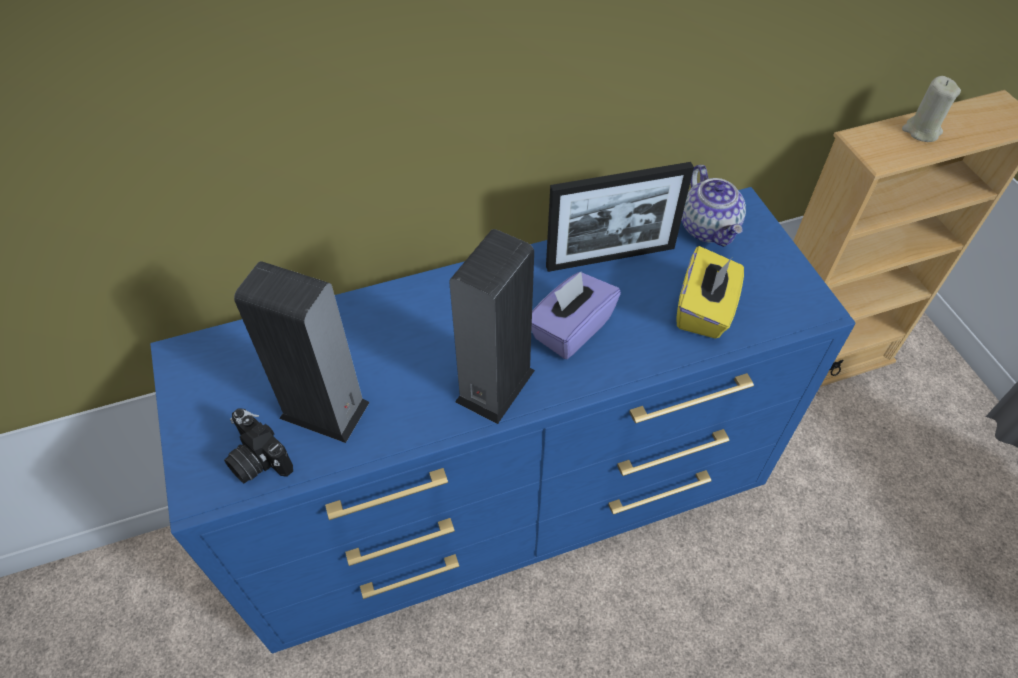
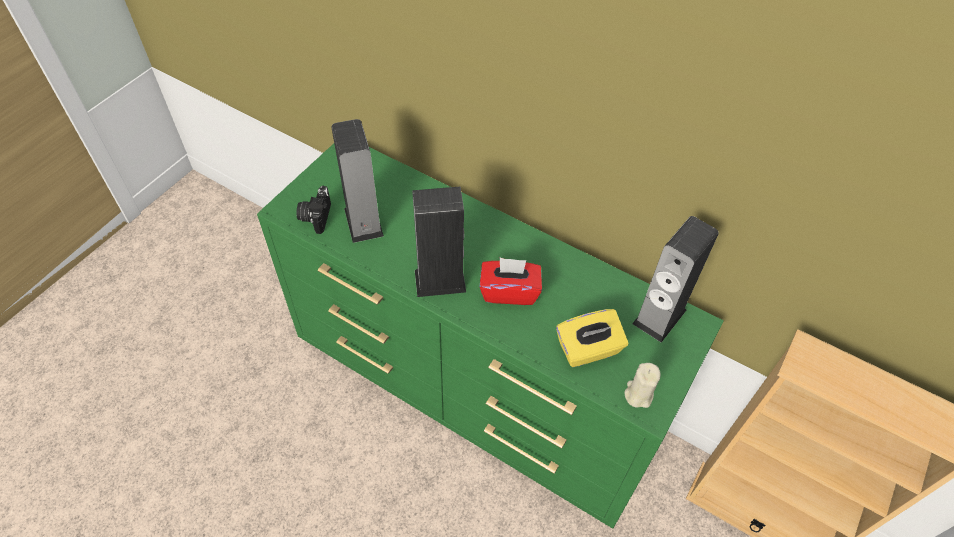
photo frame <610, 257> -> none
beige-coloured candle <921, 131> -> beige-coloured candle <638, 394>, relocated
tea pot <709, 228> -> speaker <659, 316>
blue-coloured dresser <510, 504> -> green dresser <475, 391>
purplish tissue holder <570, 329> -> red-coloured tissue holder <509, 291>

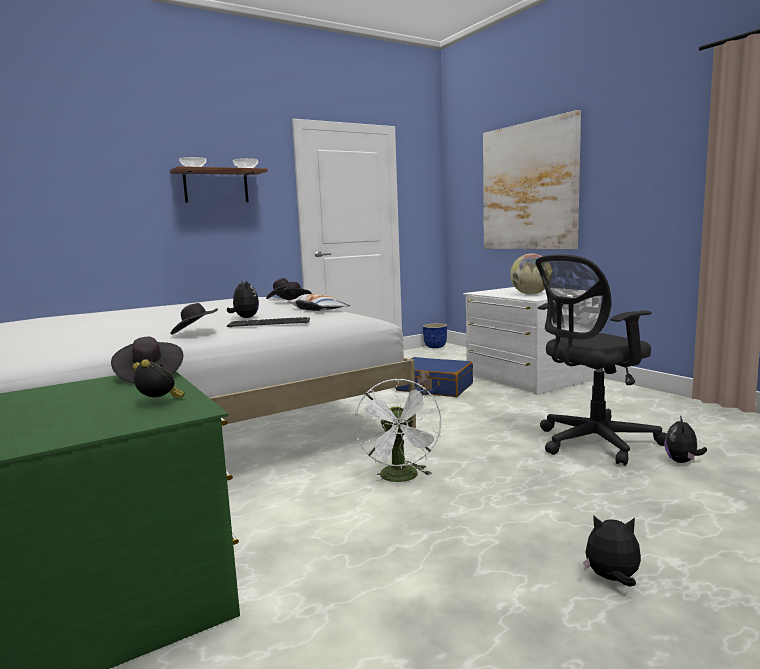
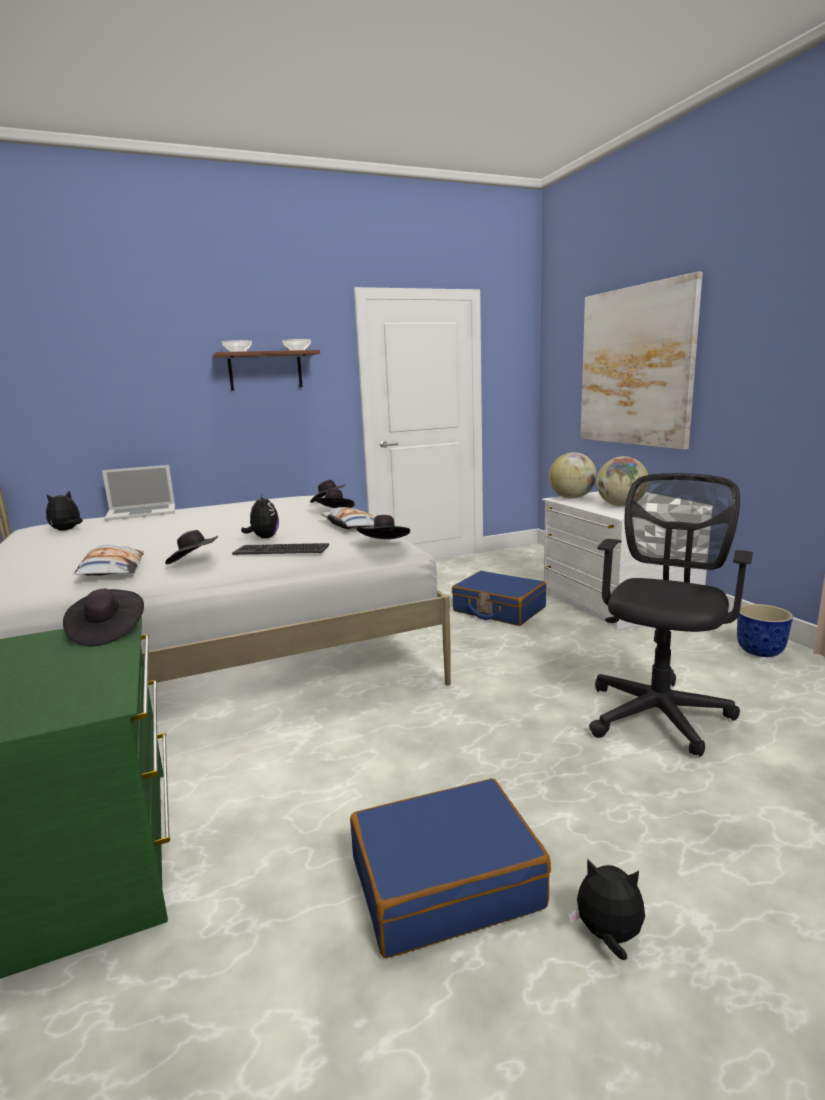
alarm clock <159, 403> -> none
white-coloured electric fan <401, 478> -> none
none -> throw pillow <111, 569>
none -> notebook computer <141, 512>
none -> blue-coloured piece of luggage <445, 882>
none -> black clothing hat <384, 545>
none -> globe <572, 498>
planter <435, 347> -> planter <761, 652>, relocated
soft toy <682, 461> -> soft toy <67, 530>, relocated
black desk chair <592, 443> -> black desk chair <659, 712>, 135 degrees clockwise

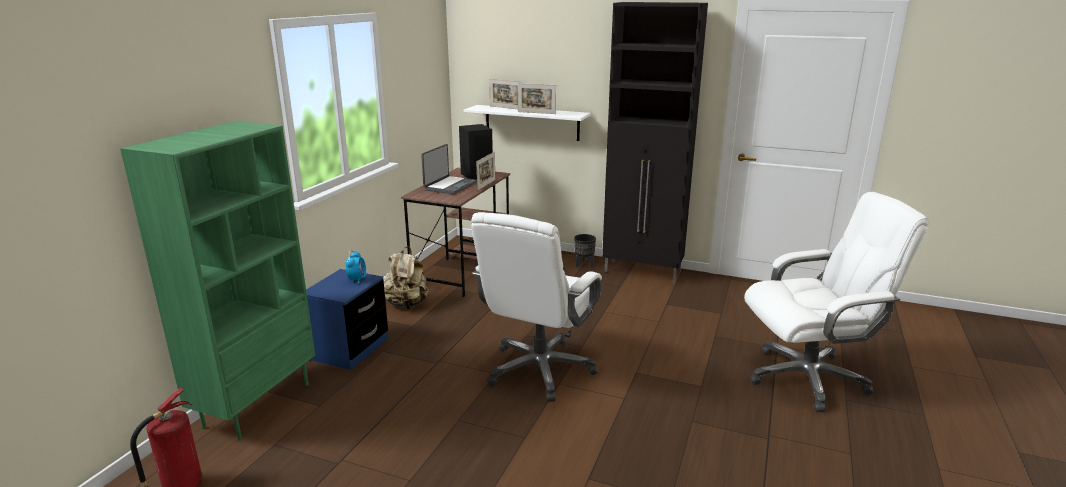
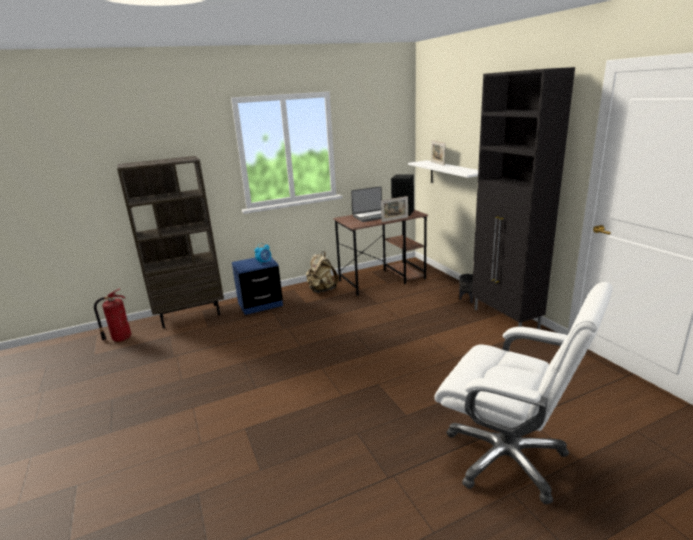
white-coloured desk chair <540, 370> -> none
photo frame <536, 113> -> none
green bookcase <257, 404> -> brown-coloured bookcase <191, 315>

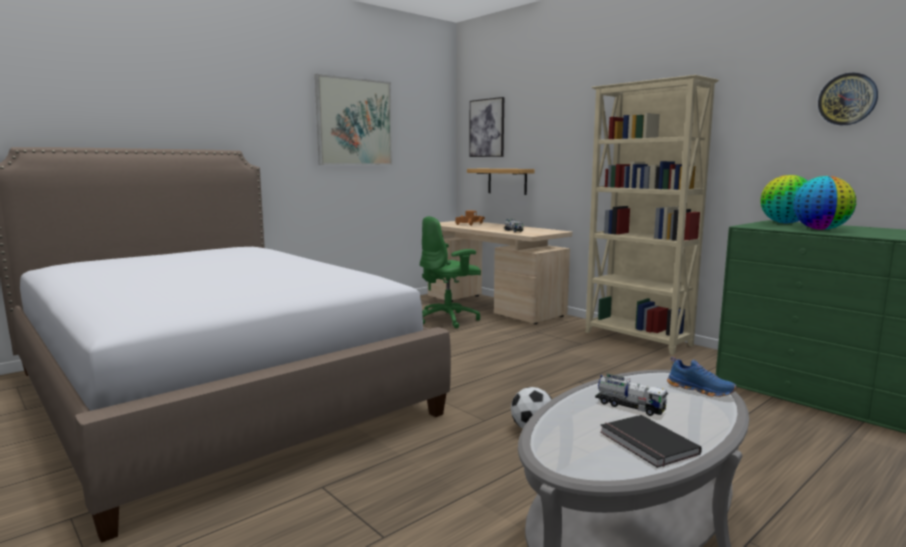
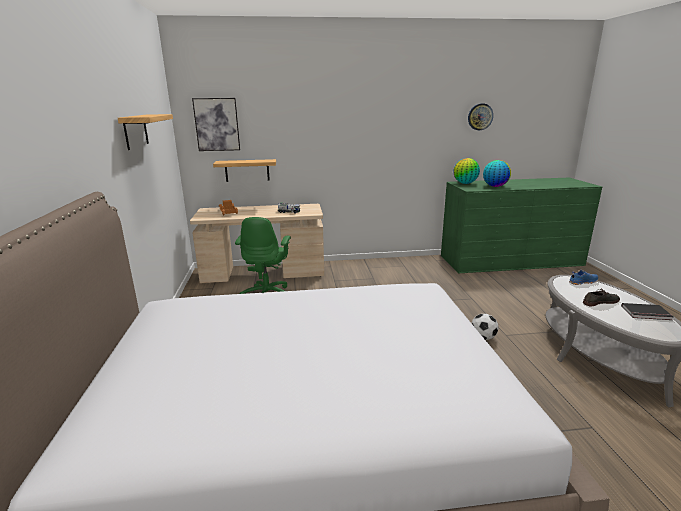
beige-coloured bookcase <637, 339> -> none
picture <354, 122> -> bracket shelf <135, 131>
toy truck <629, 407> -> grey shoe <600, 302>

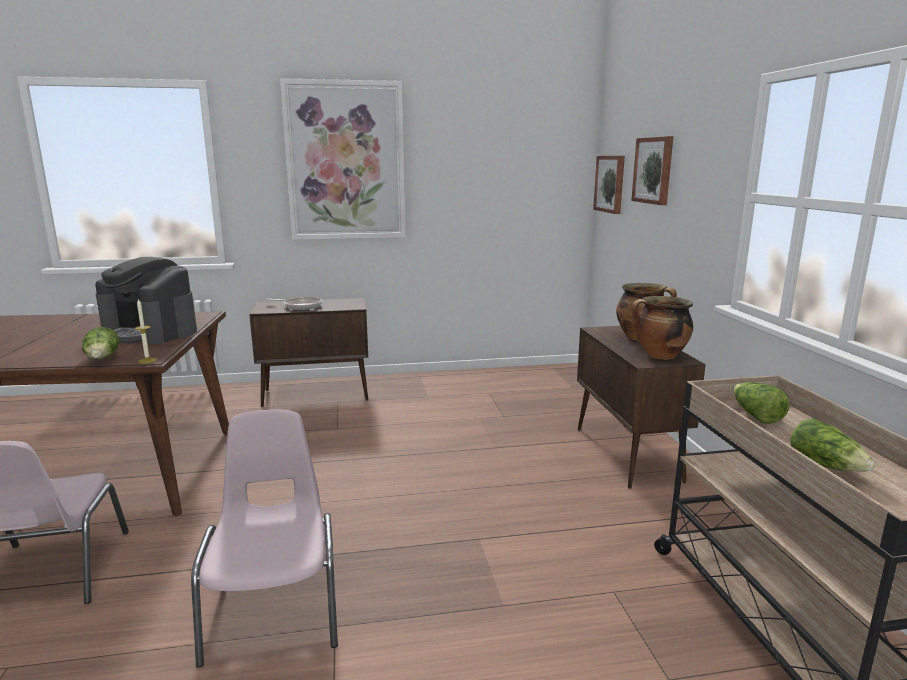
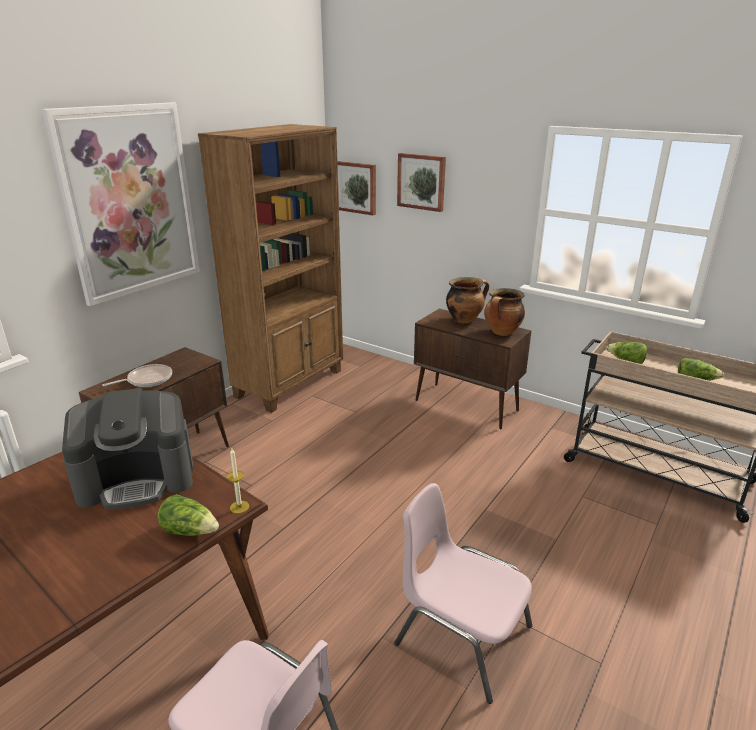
none -> brown-coloured bookcase <290, 383>

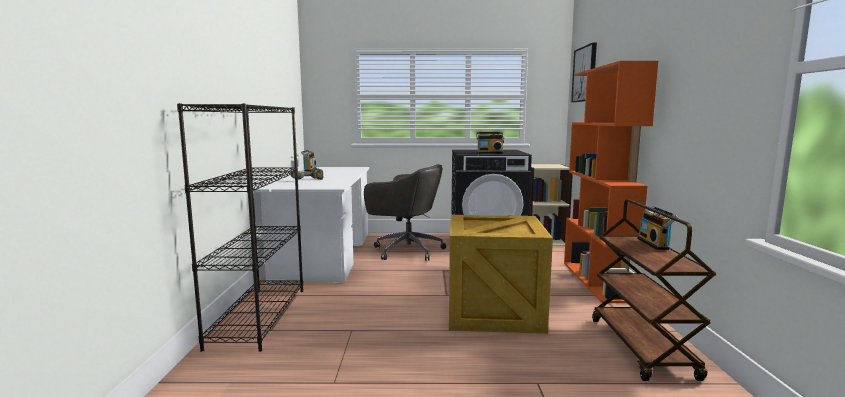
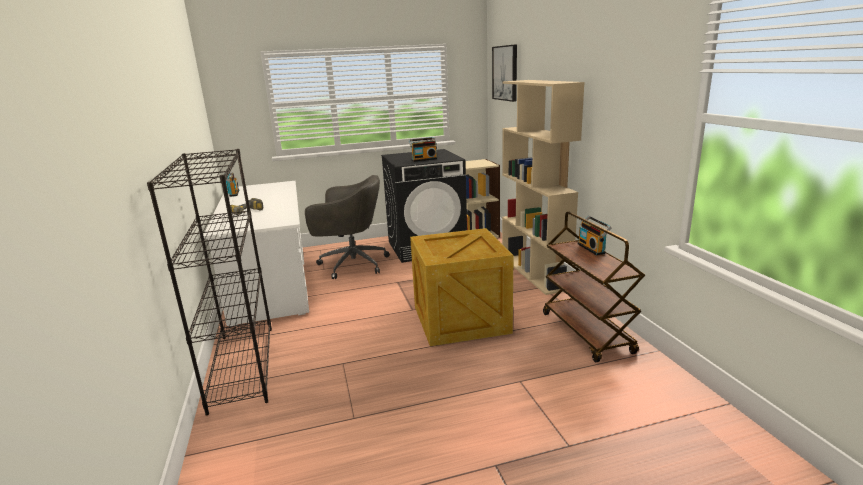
orangey bookcase <597, 281> -> beige-coloured bookcase <535, 272>

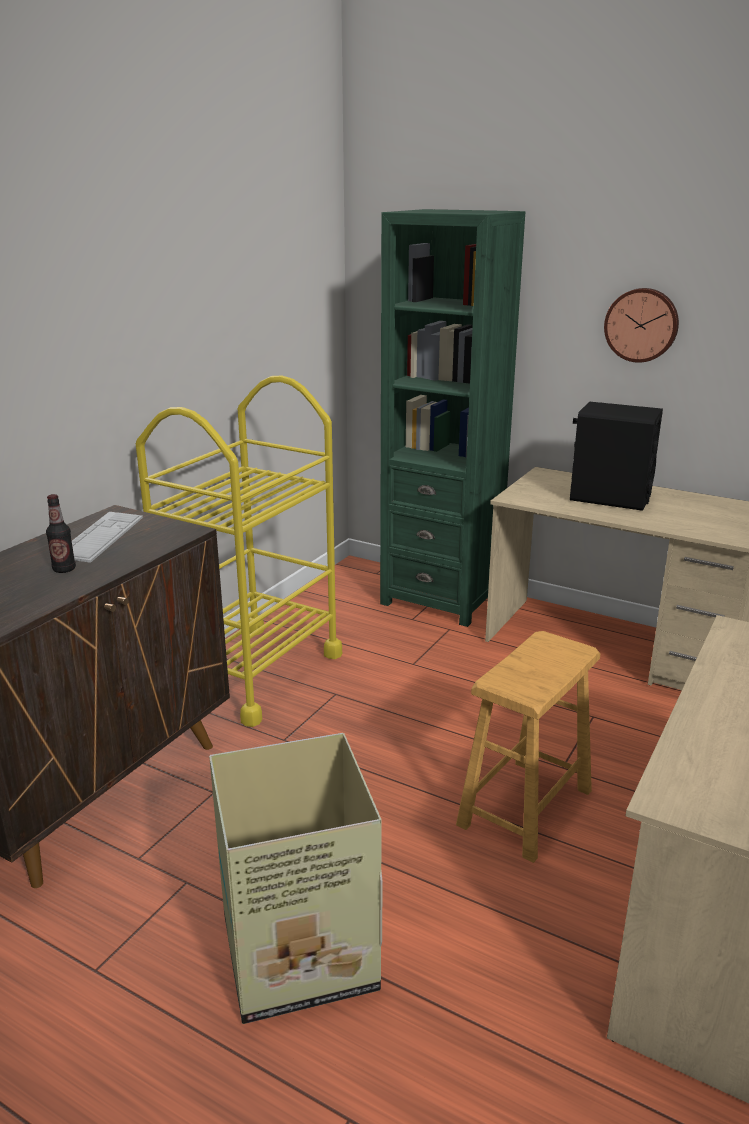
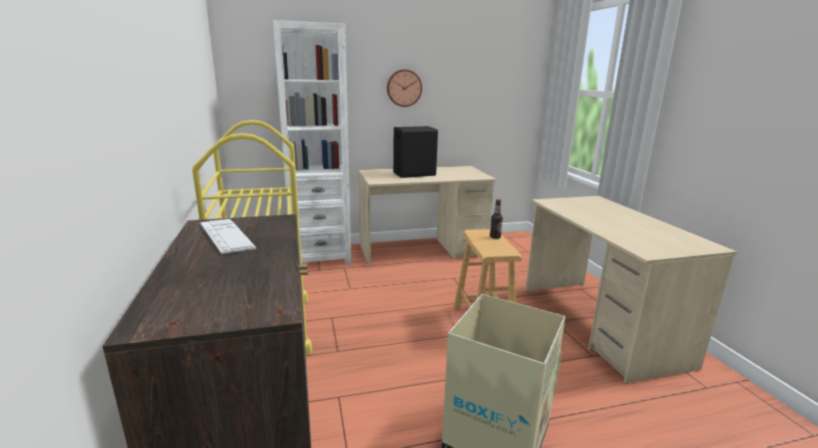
beverage bottle <64, 569> -> beverage bottle <495, 237>, relocated
green bookcase <441, 599> -> white-coloured bookcase <320, 256>

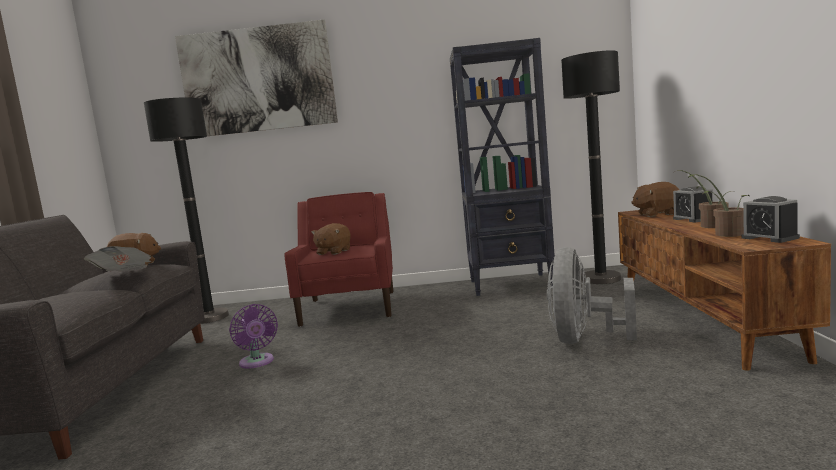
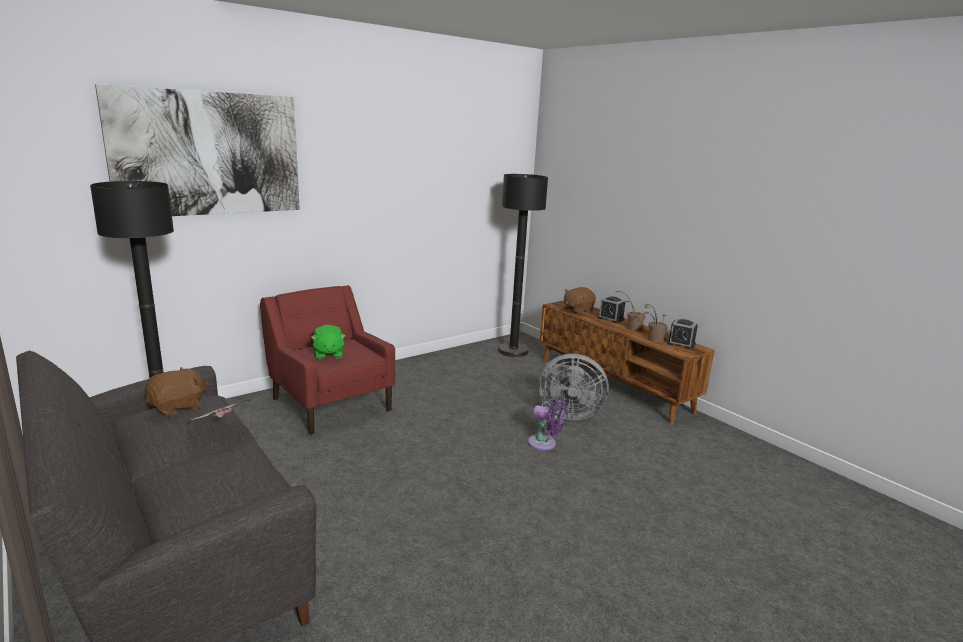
black bookcase <512, 284> -> none
purplish electric fan <257, 363> -> purplish electric fan <545, 444>, relocated
brown-coloured soft toy <333, 252> -> green soft toy <328, 354>
grey electric fan <584, 339> -> grey electric fan <567, 413>, 60 degrees counterclockwise

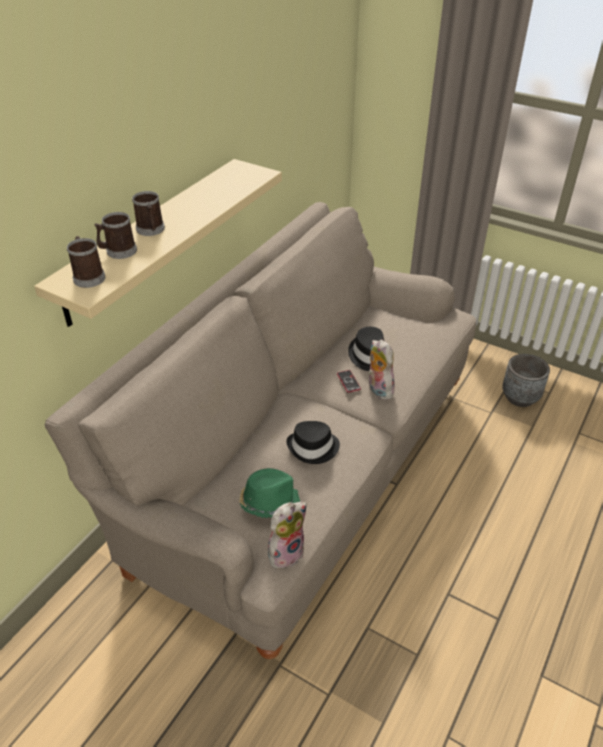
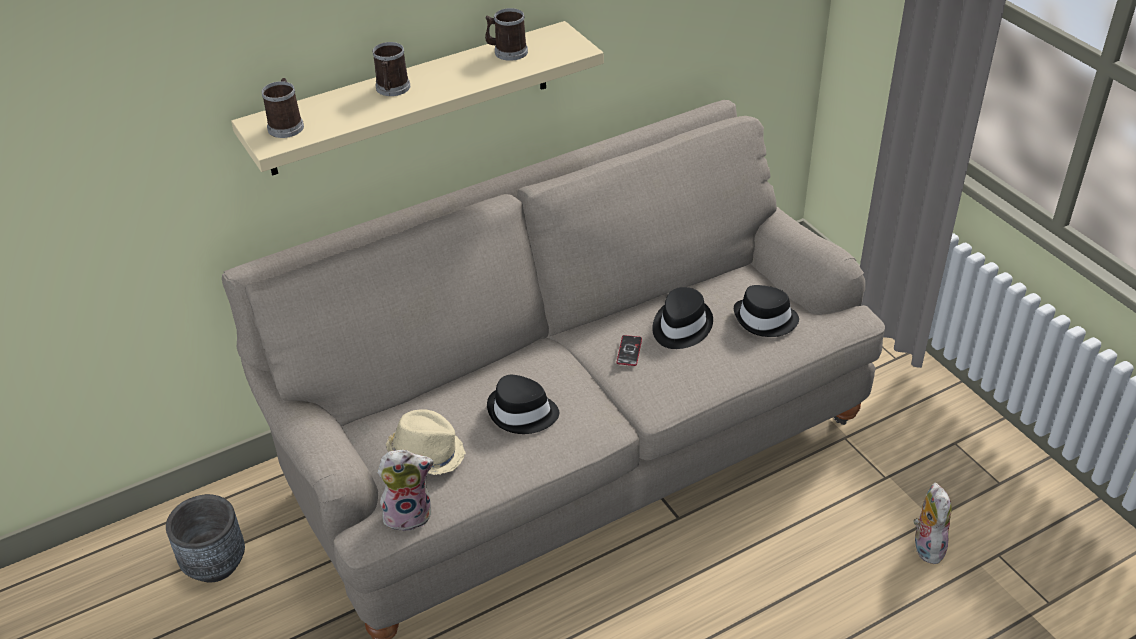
none -> black clothing hat <765, 320>
tea mug <118, 251> -> tea mug <507, 52>, relocated
soft toy <378, 390> -> soft toy <925, 545>, relocated
grey planter <520, 397> -> grey planter <215, 564>, relocated
green clothing hat <269, 502> -> beige-coloured clothing hat <427, 453>

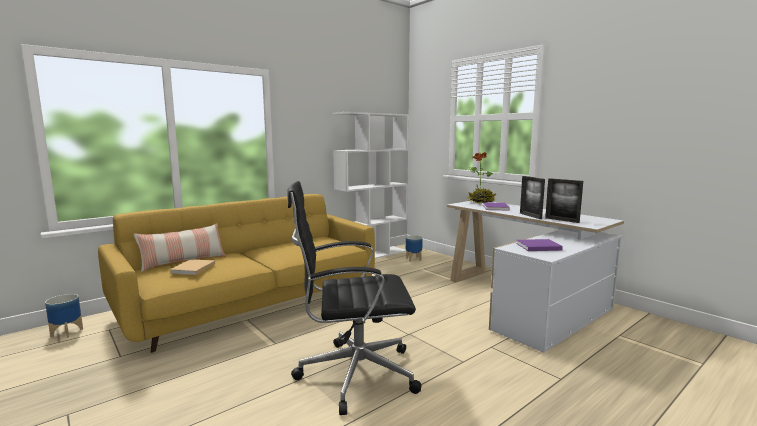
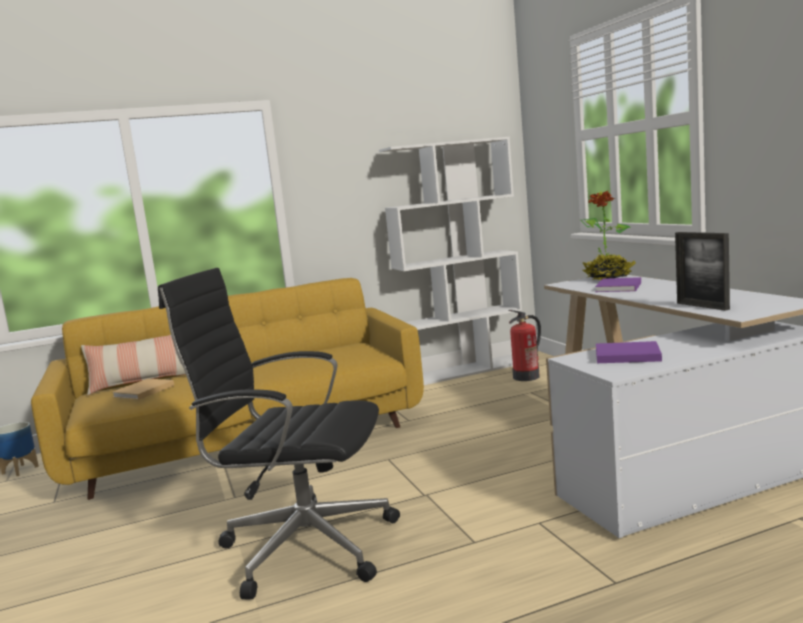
photo frame <530, 216> -> none
planter <413, 259> -> fire extinguisher <526, 377>

